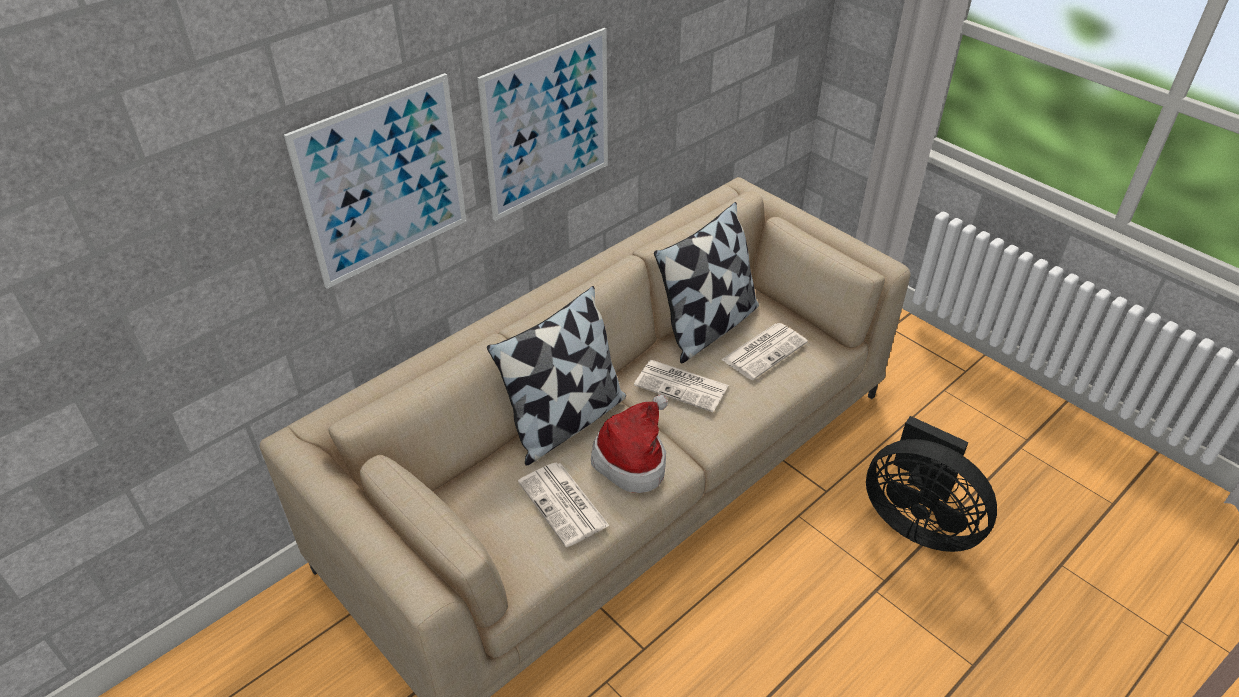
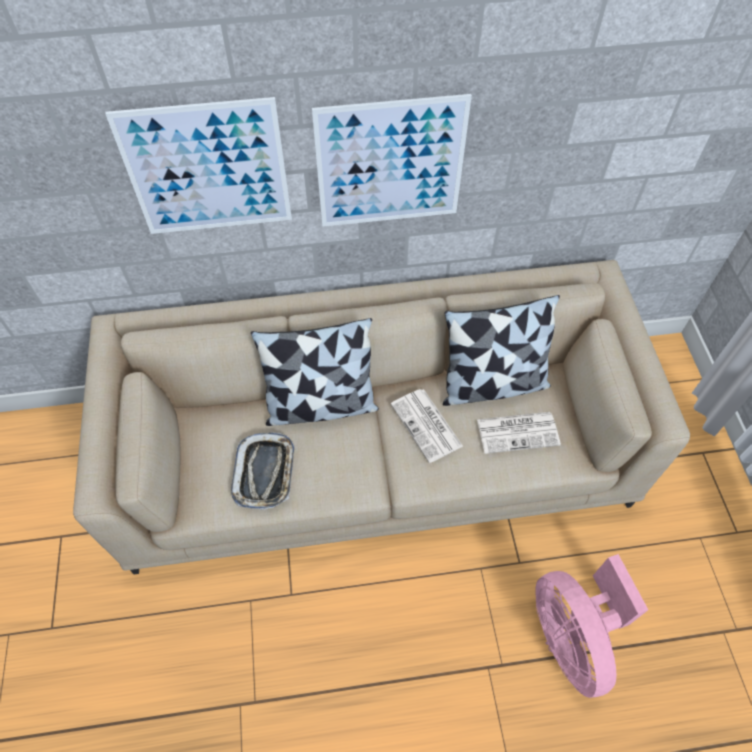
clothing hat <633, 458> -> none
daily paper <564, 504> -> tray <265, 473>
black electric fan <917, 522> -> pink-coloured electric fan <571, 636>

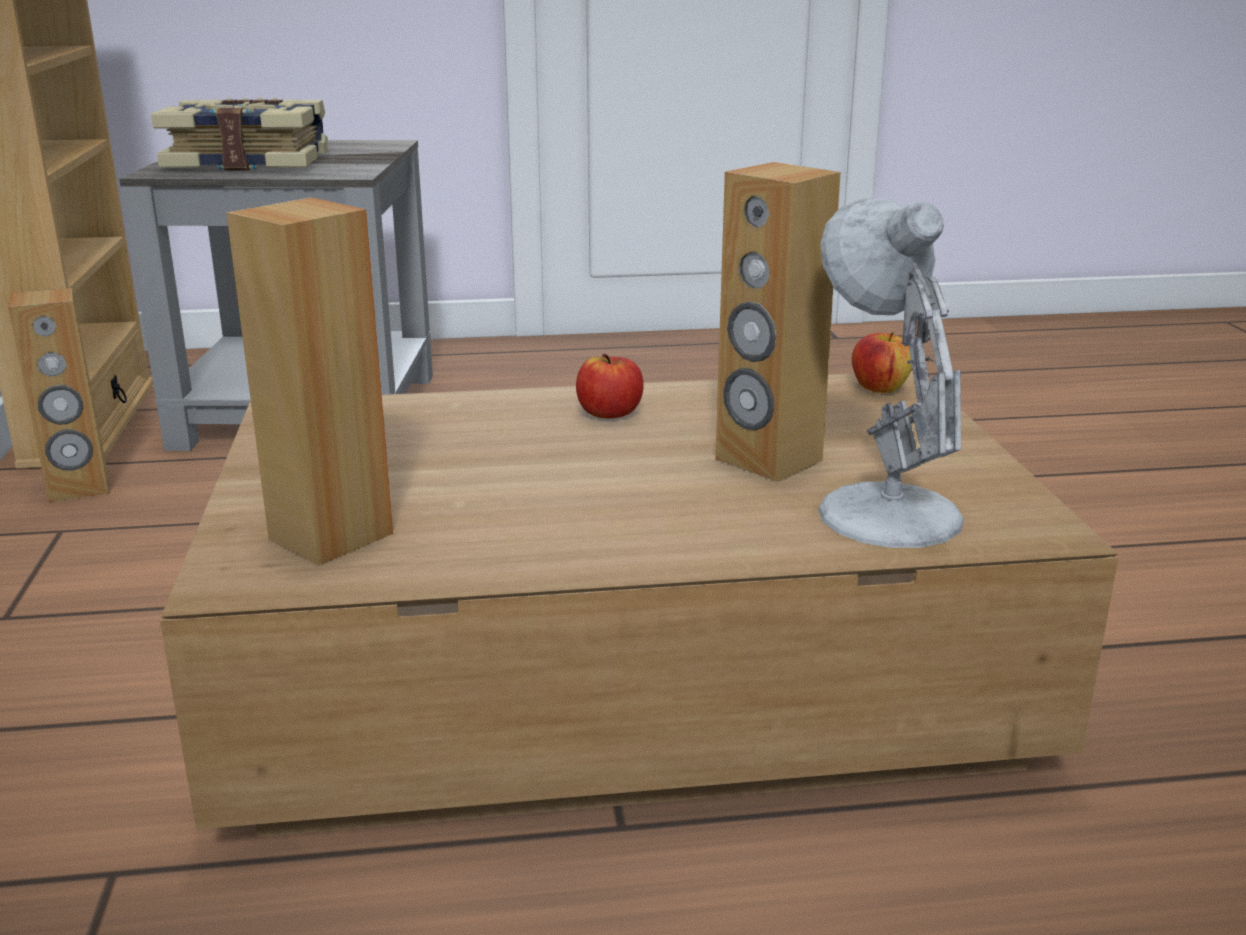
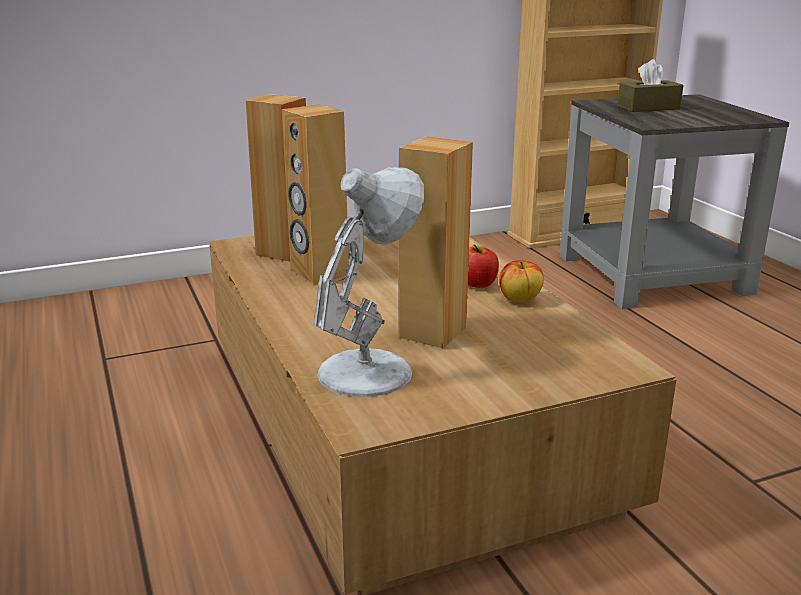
brown-coloured speaker <79, 488> -> brown-coloured speaker <319, 272>, relocated
apple fruit <880, 389> -> apple fruit <520, 299>, relocated
bound book <248, 161> -> brown-coloured tissue holder <648, 107>

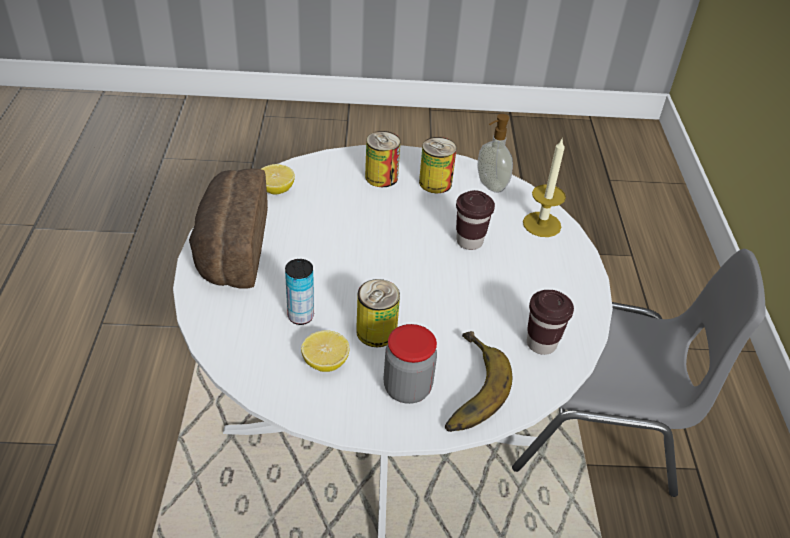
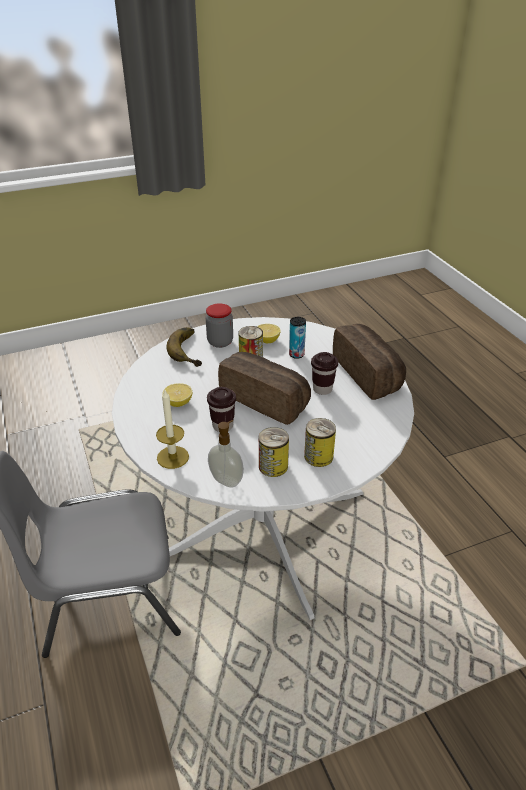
none -> bread <266, 400>
lemon <276, 190> -> lemon <178, 403>, relocated
brown-coloured cup <541, 344> -> brown-coloured cup <322, 389>, relocated

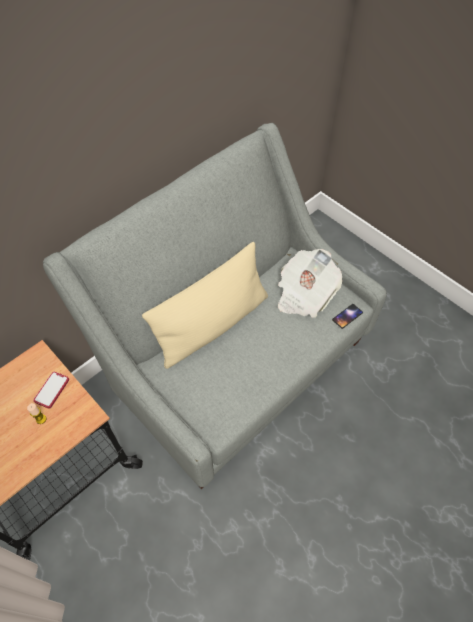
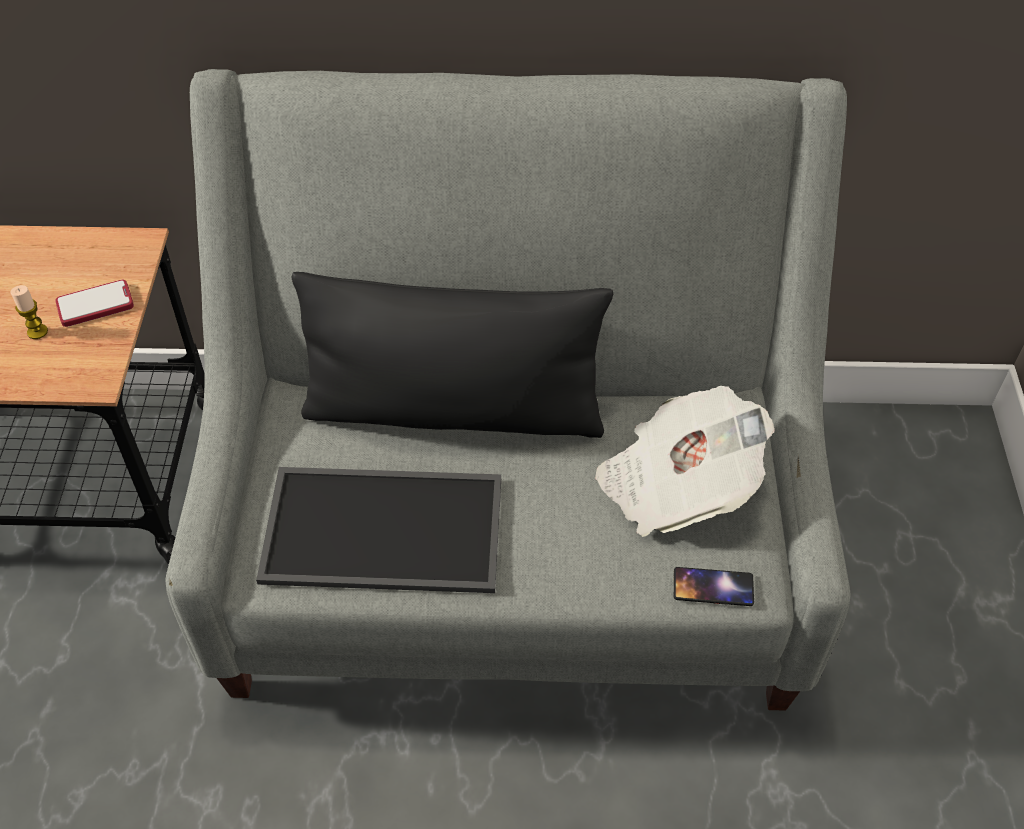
none -> tray <386, 527>
beige-coloured throw pillow <213, 325> -> black throw pillow <454, 411>

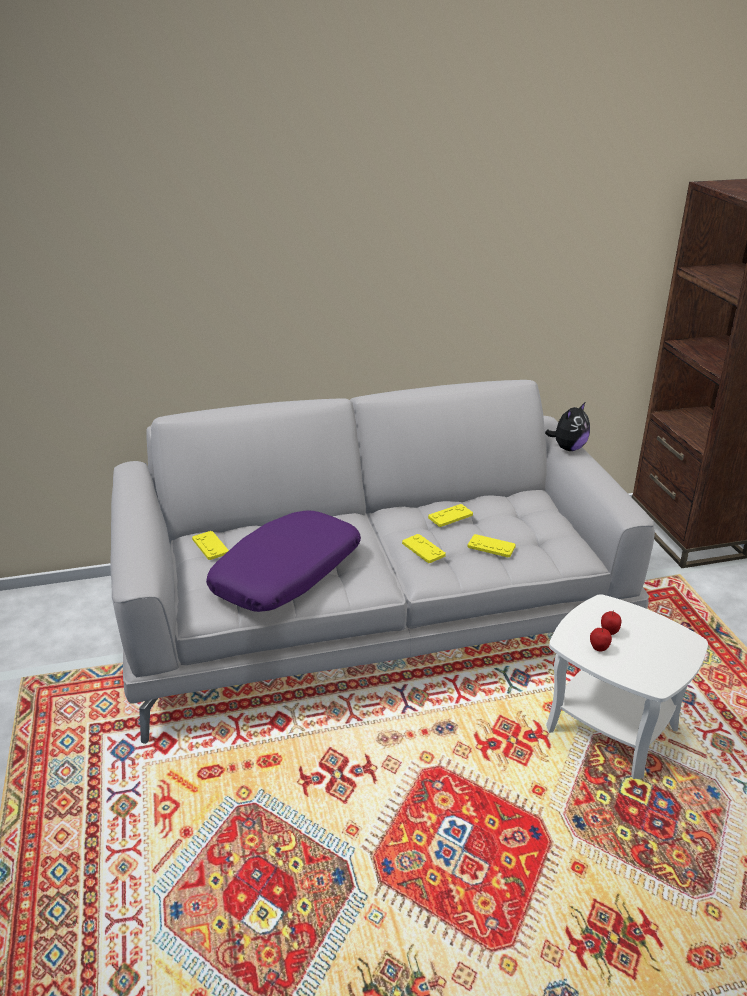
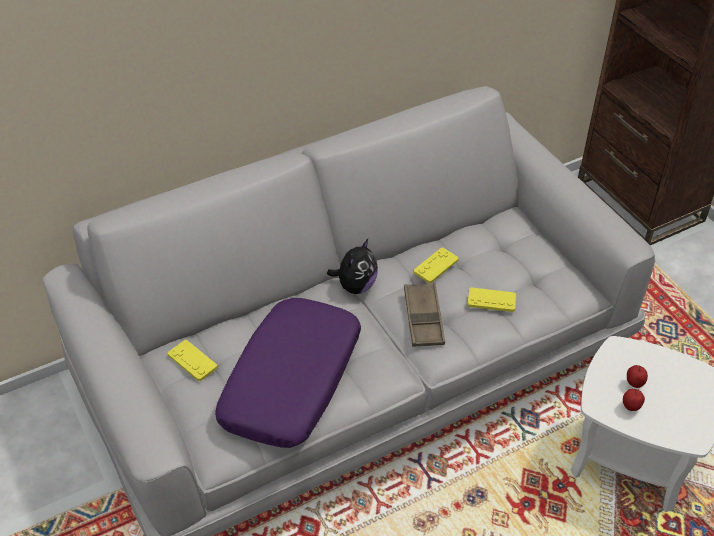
soft toy <568, 448> -> soft toy <355, 286>, relocated
yellow gamepad <423, 549> -> brown-coloured tray <423, 318>

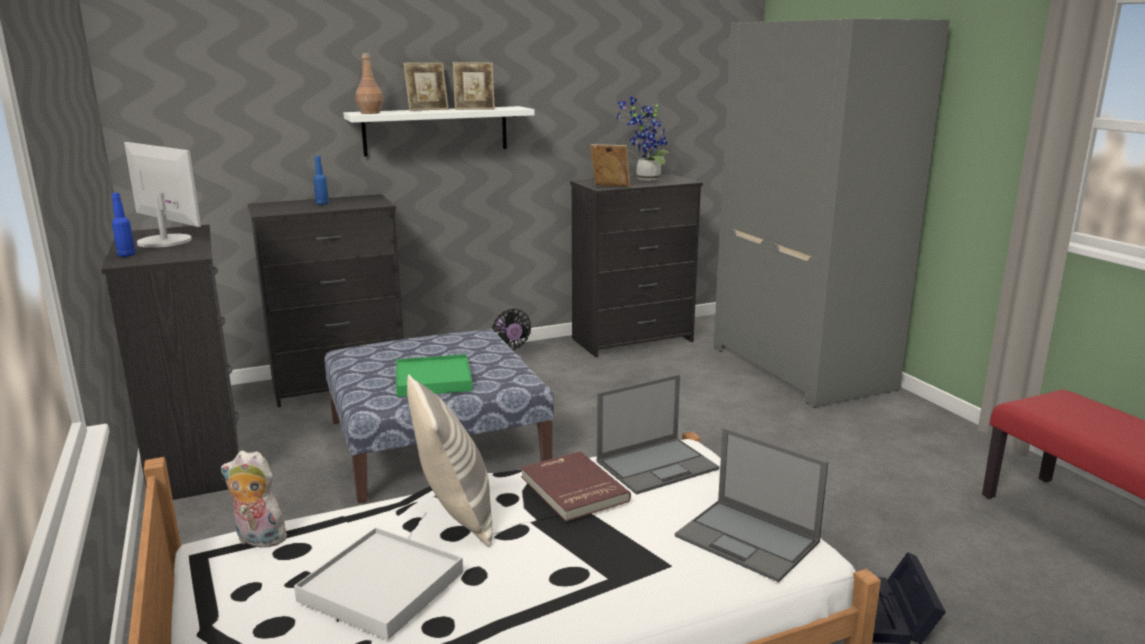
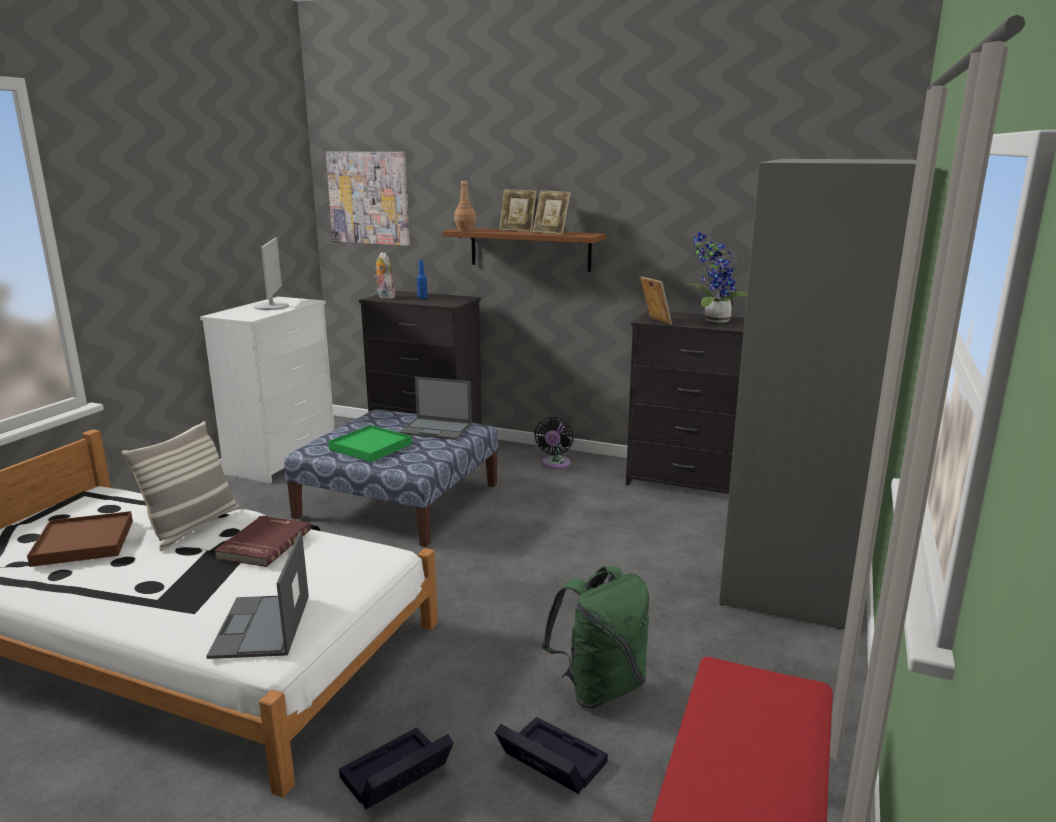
blue-coloured beverage bottle <126, 255> -> none
none -> picture <369, 198>
none -> black storage bin <548, 762>
none -> green knapsack <599, 687>
soft toy <258, 540> -> soft toy <384, 297>, relocated
notebook computer <658, 465> -> notebook computer <437, 429>, relocated
black dresser <198, 458> -> white-coloured dresser <283, 459>
white-coloured tray <381, 586> -> brown-coloured tray <84, 542>
white-coloured bracket shelf <436, 130> -> brown-coloured bracket shelf <530, 249>

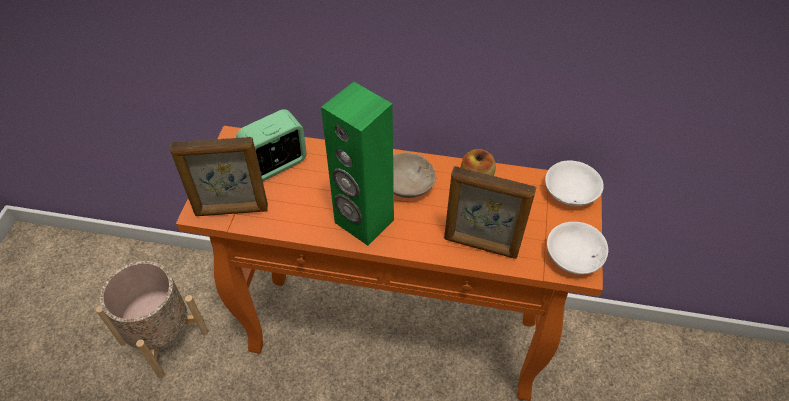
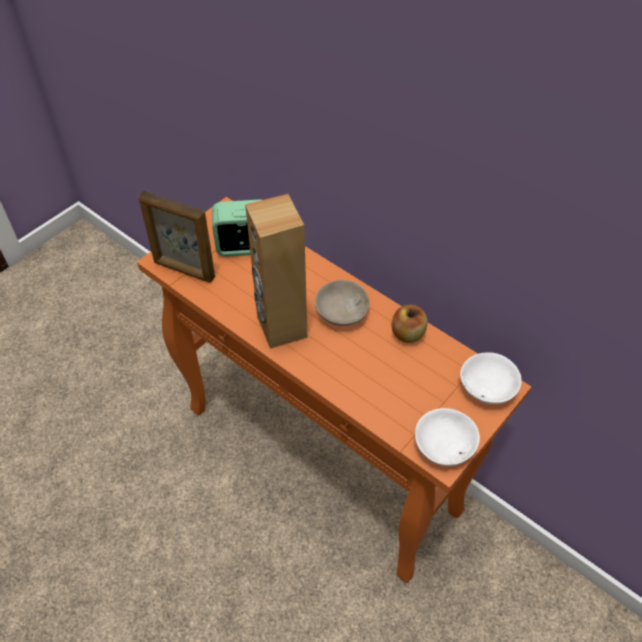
beige-coloured planter <164, 337> -> none
photo frame <481, 246> -> none
green speaker <363, 222> -> brown-coloured speaker <281, 327>

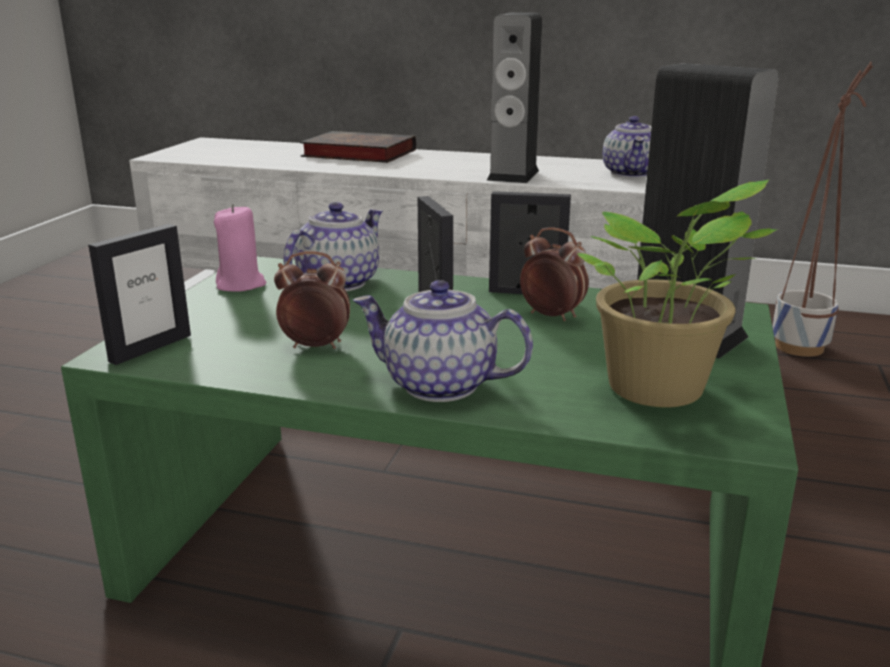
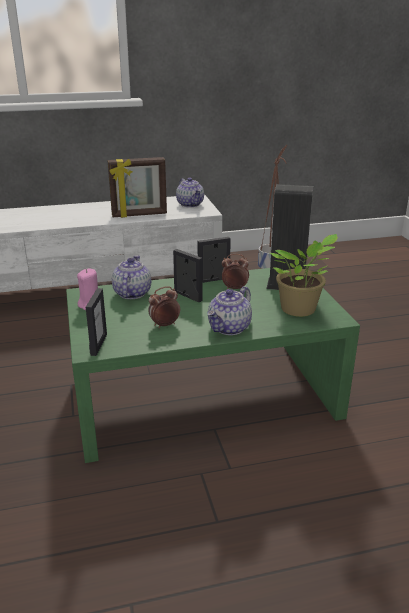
bound book <356, 154> -> none
speaker <513, 175> -> photo frame <139, 215>
tea pot <438, 385> -> tea pot <229, 328>, 45 degrees counterclockwise

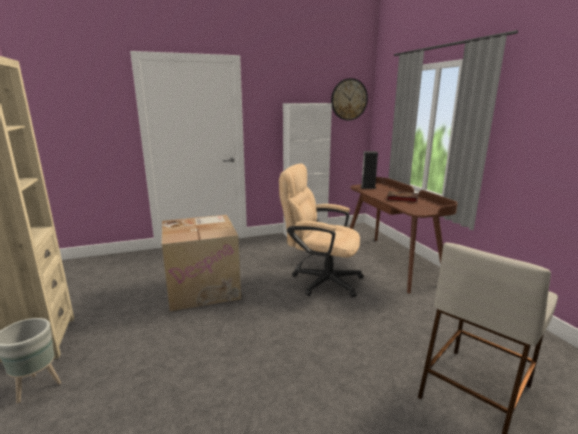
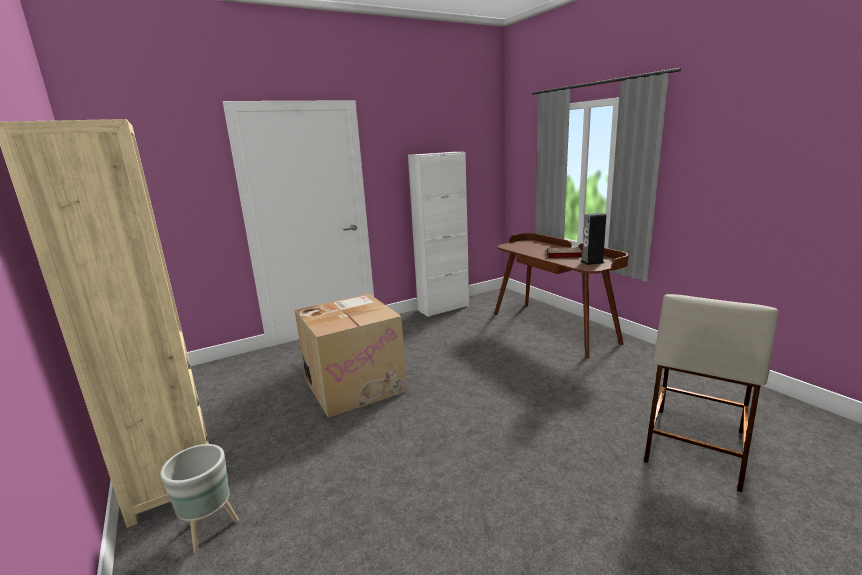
beige-coloured desk chair <320, 280> -> none
hanging clock <349, 99> -> none
speaker <368, 187> -> speaker <592, 262>, relocated

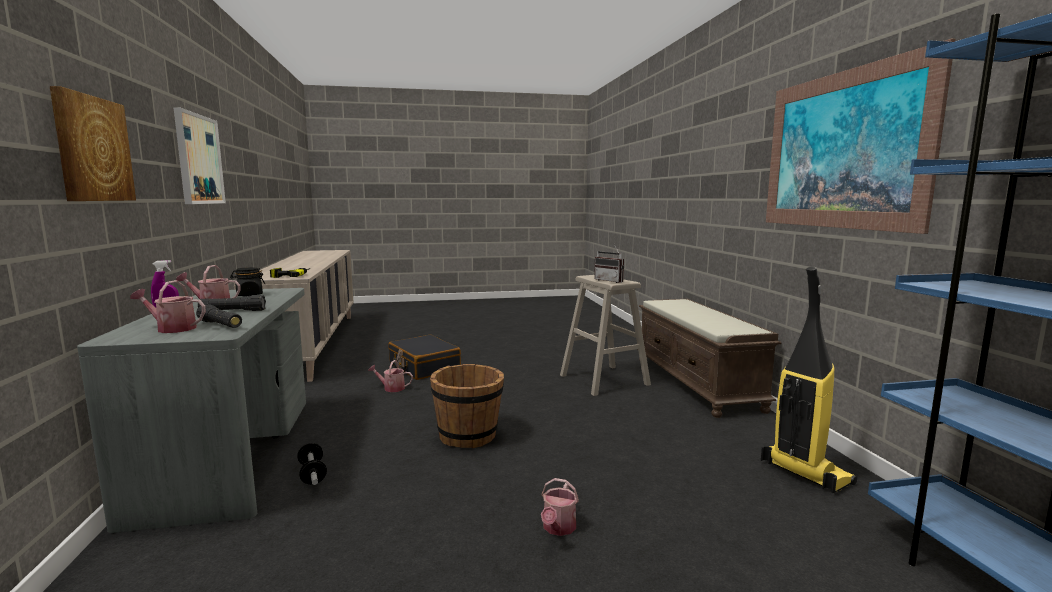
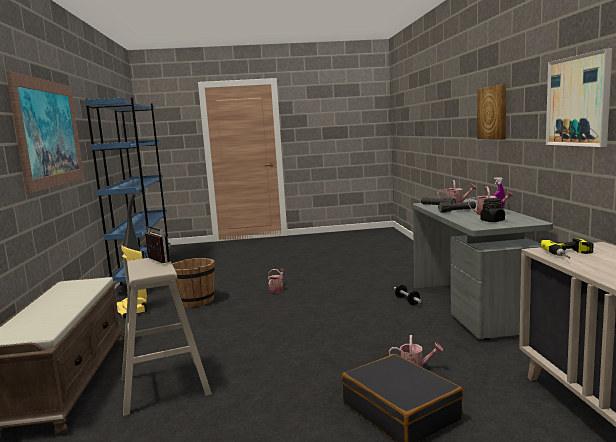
brown-coloured water bucket <468, 436> -> brown-coloured water bucket <195, 301>, relocated

